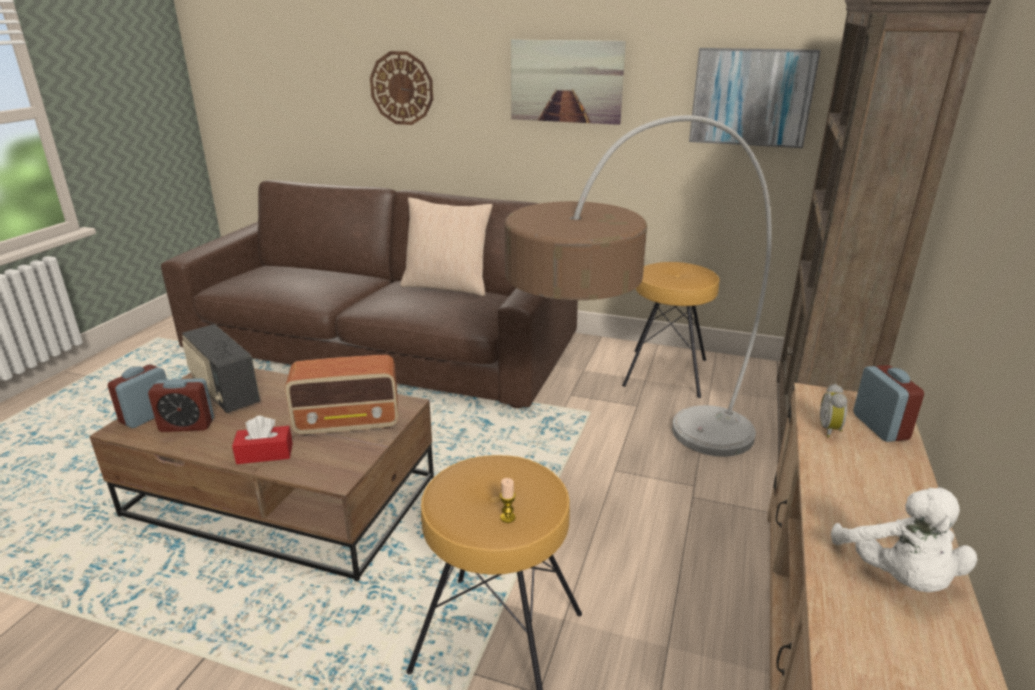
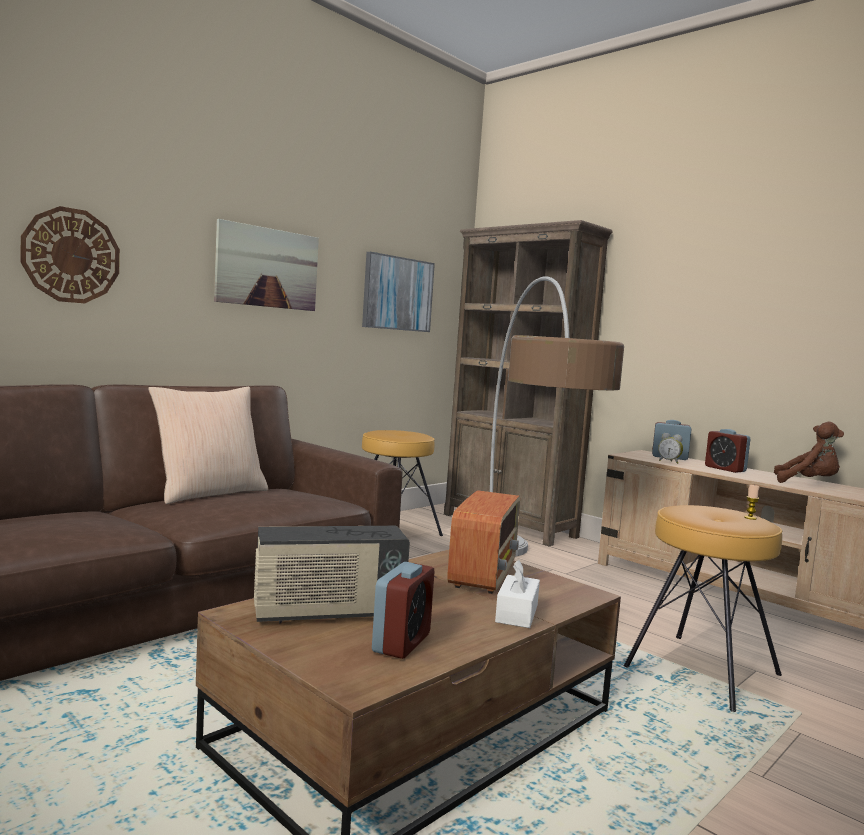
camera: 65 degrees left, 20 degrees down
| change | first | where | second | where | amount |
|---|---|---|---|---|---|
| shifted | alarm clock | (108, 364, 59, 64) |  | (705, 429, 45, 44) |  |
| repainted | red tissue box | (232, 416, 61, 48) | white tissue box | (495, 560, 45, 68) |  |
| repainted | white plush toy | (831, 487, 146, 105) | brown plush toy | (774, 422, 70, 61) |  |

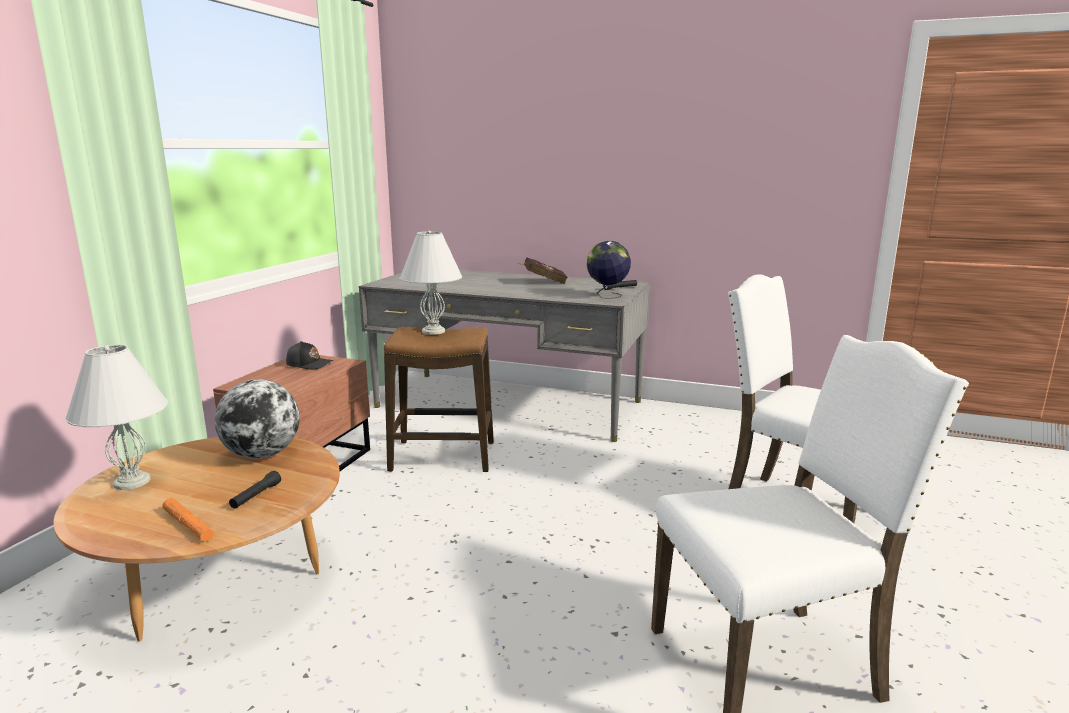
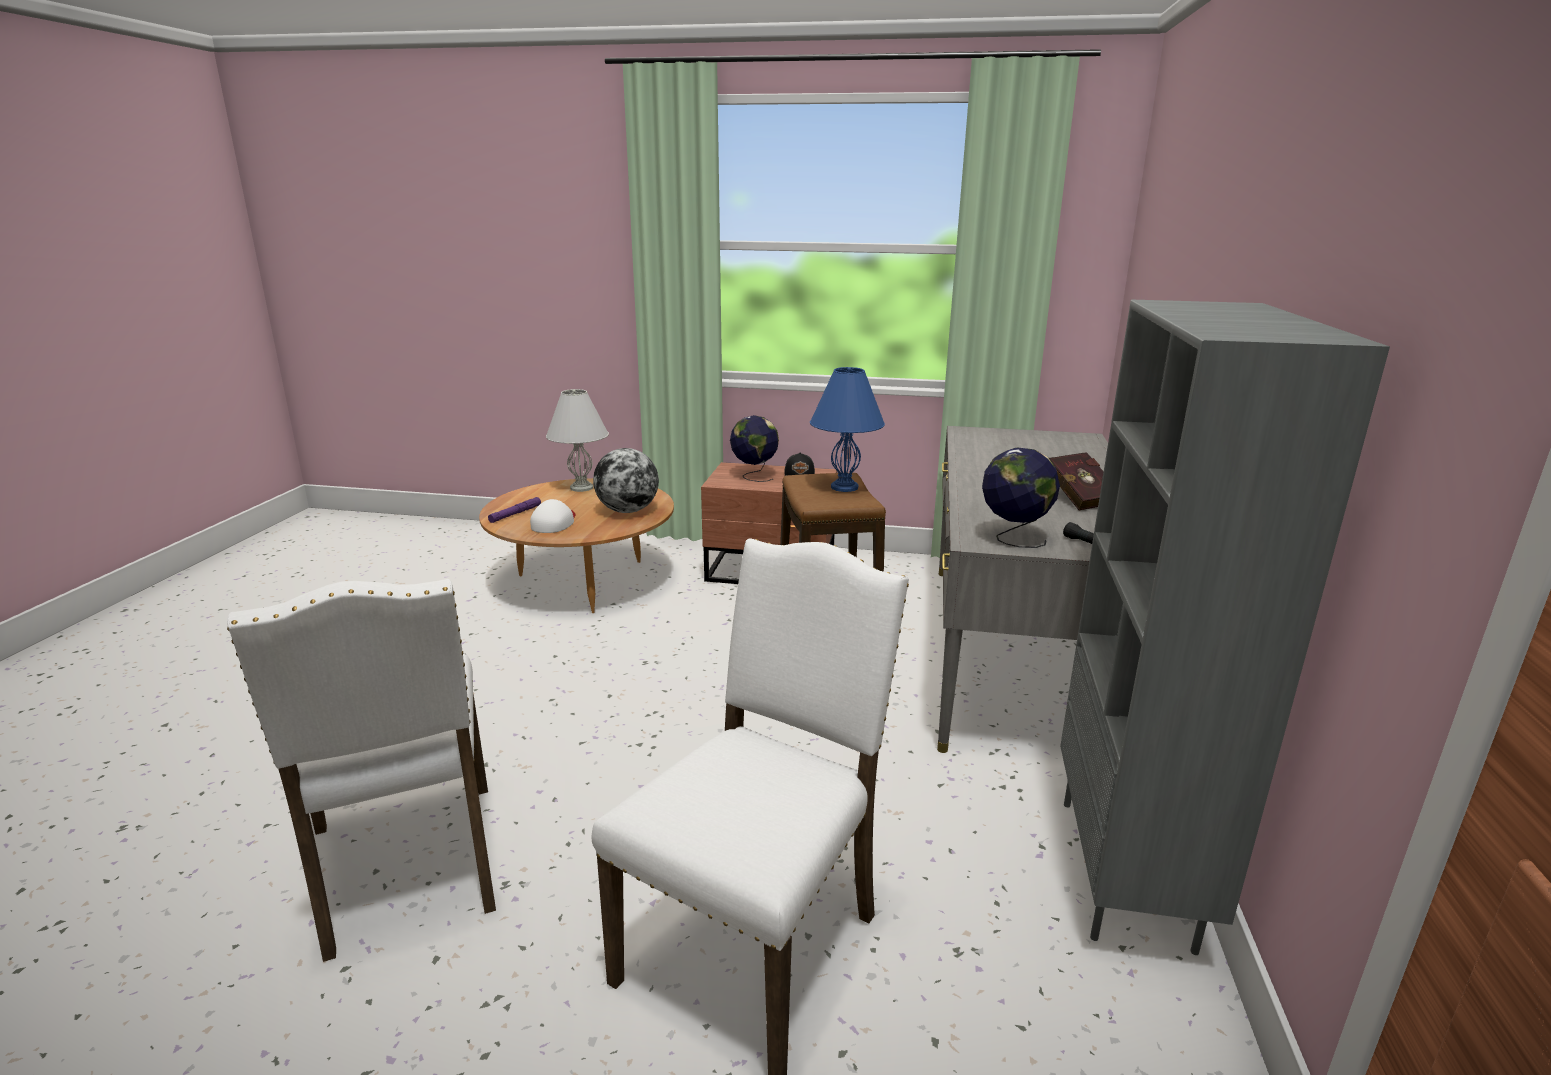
camera: 80 degrees right, 5 degrees up
| change | first | where | second | where | amount |
|---|---|---|---|---|---|
| repainted | orange flashlight | (162, 498, 52, 44) | purple flashlight | (488, 497, 53, 26) |  |
| swapped | black flashlight | (229, 471, 52, 38) | white cap | (530, 499, 45, 34) |  |
| repainted | white table lamp | (400, 231, 62, 104) | blue table lamp | (810, 367, 75, 125) |  |
| new |  |  | globe | (730, 415, 49, 67) |  |
| new |  |  | grey bookcase | (1060, 300, 330, 655) |  |

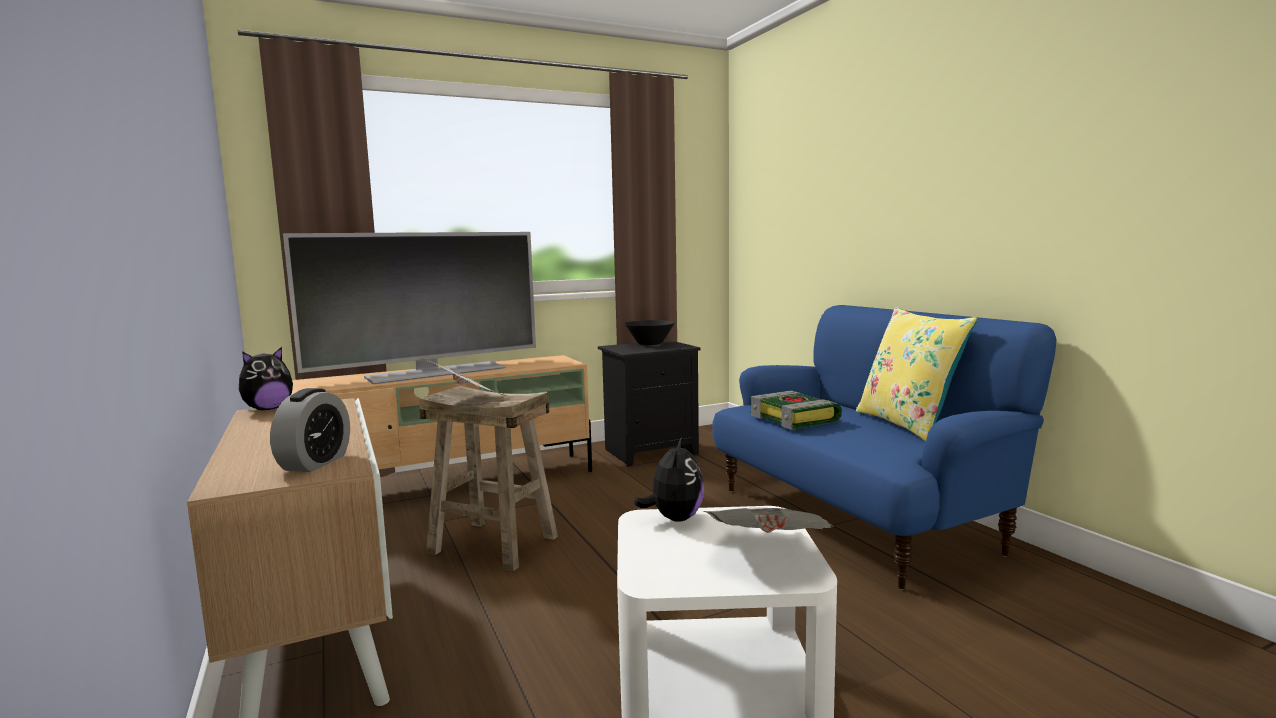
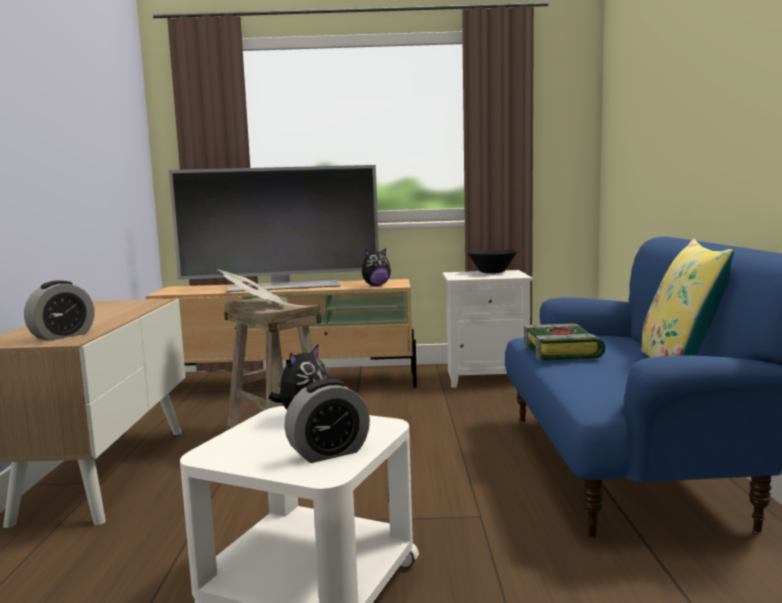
camera: 25 degrees right, 0 degrees up
| change | first | where | second | where | amount |
|---|---|---|---|---|---|
| shifted | plush toy | (239, 347, 54, 63) |  | (362, 248, 29, 38) |  |
| repainted | black nightstand | (598, 340, 103, 127) | white nightstand | (442, 270, 91, 118) |  |
| swapped | newspaper | (703, 508, 131, 25) | alarm clock | (284, 379, 86, 84) |  |

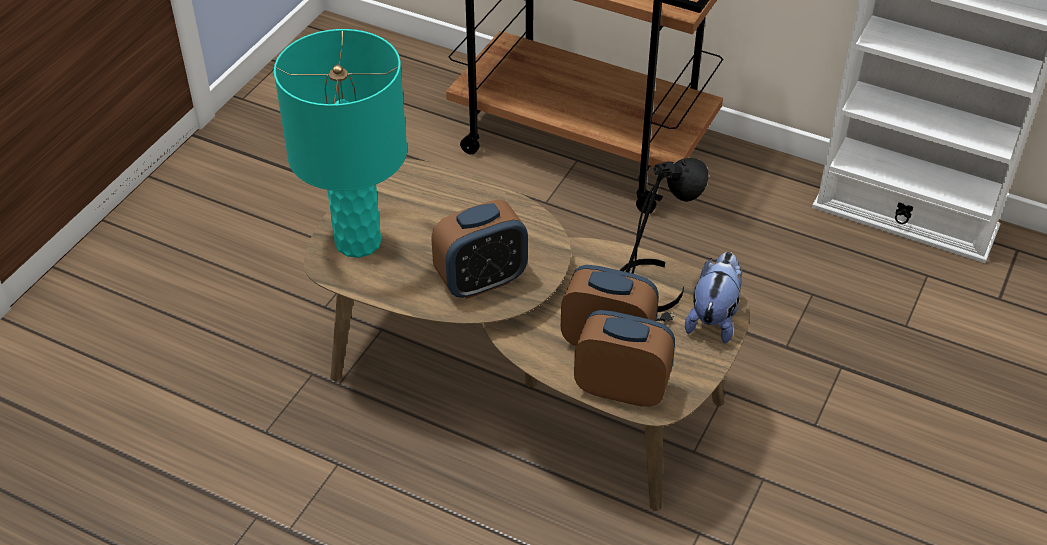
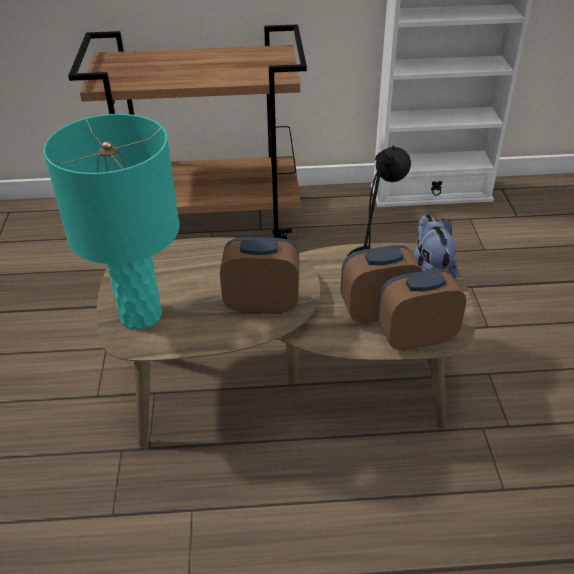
camera: 30 degrees left, 5 degrees down
| change | first | where | second | where | amount |
|---|---|---|---|---|---|
| rotated | alarm clock | (431, 199, 97, 100) |  | (220, 237, 79, 77) | 120 degrees counterclockwise |

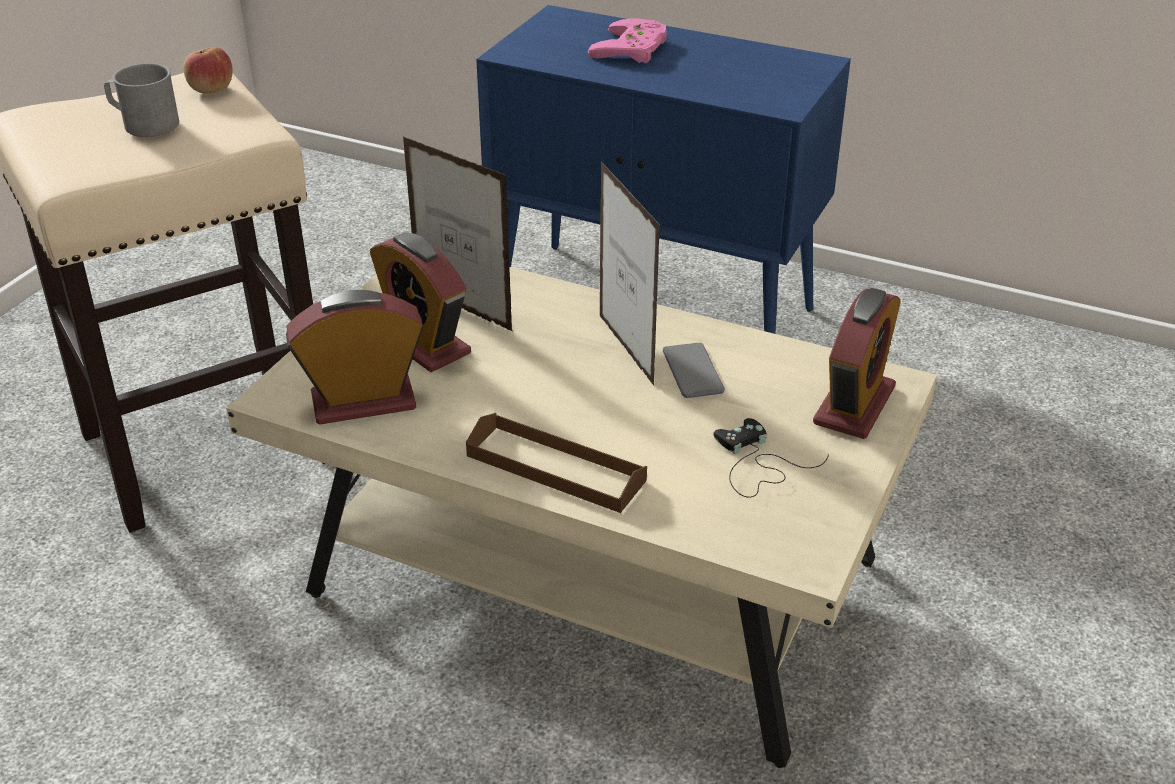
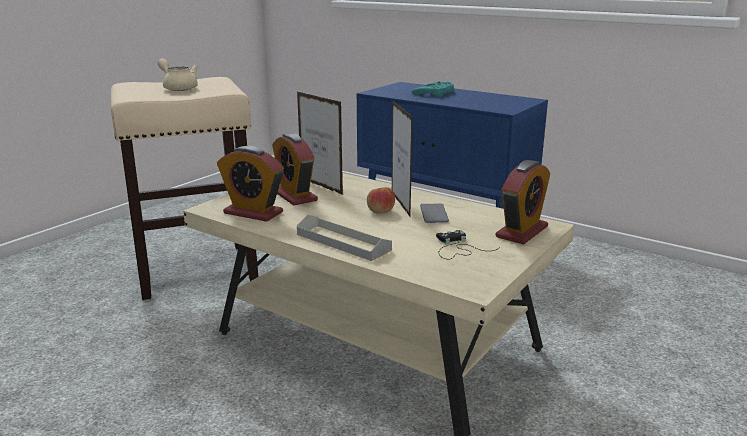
camera: 10 degrees right, 15 degrees down
| change | first | where | second | where | amount |
|---|---|---|---|---|---|
| swapped | grey mug | (104, 63, 75, 74) | beige teapot | (157, 58, 41, 33) |  |
| shifted | apple | (183, 48, 50, 45) |  | (367, 187, 28, 27) |  |
| rotated | alarm clock | (286, 290, 137, 135) |  | (217, 146, 67, 76) | 150 degrees counterclockwise |
| repainted | brown tray | (466, 413, 181, 100) | grey tray | (297, 215, 95, 46) |  |
| repainted | pink game controller | (588, 18, 79, 45) | turquoise game controller | (412, 81, 42, 16) |  |

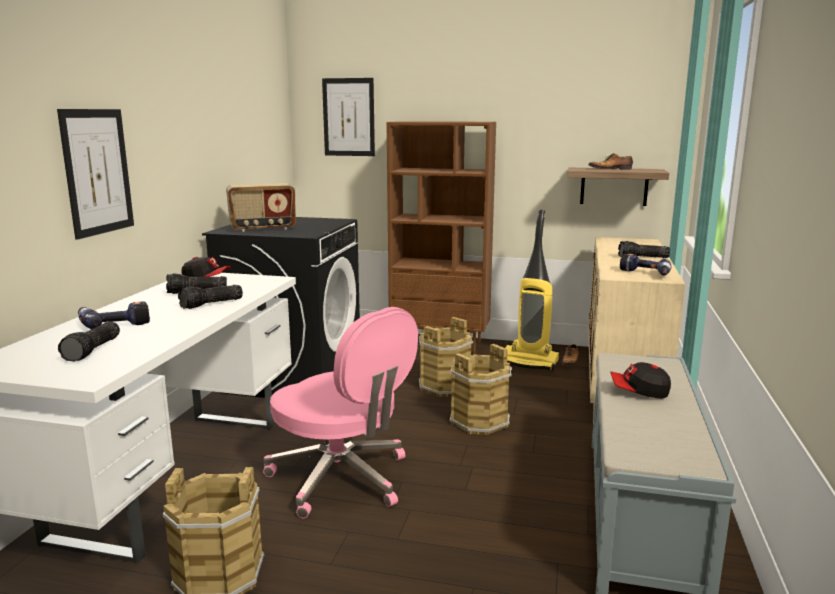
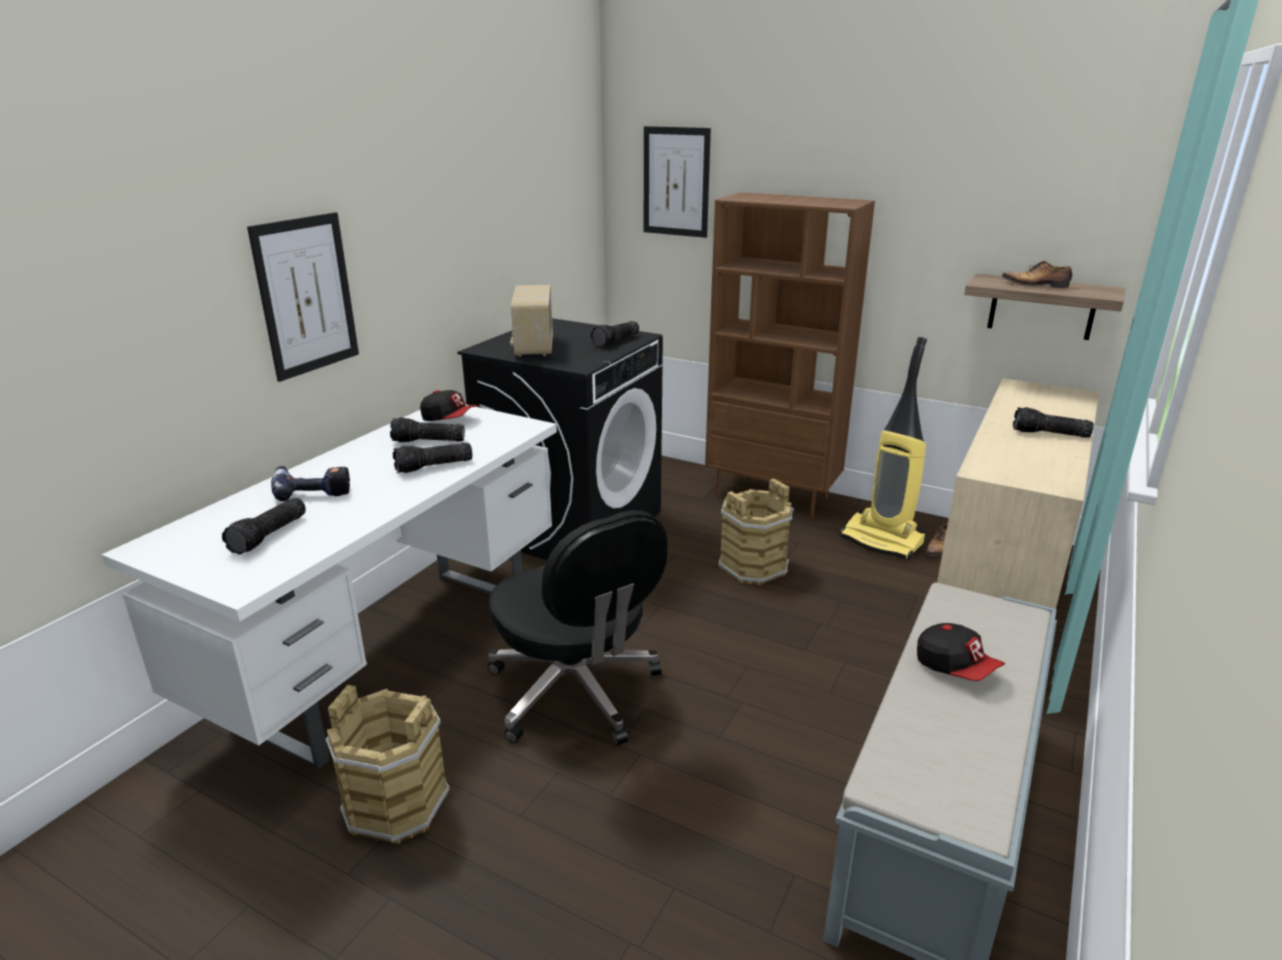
camera: 15 degrees right, 10 degrees up
| change | first | where | second | where | amount |
|---|---|---|---|---|---|
| rotated | radio | (226, 183, 70, 49) |  | (510, 285, 43, 72) | 90 degrees clockwise |
| repainted | pink office chair | (263, 307, 155, 211) | black office chair | (488, 510, 180, 236) |  |
| gone | brown bucket | (450, 344, 62, 91) |  |  |  |
| rotated | cap | (610, 362, 61, 36) |  | (917, 623, 88, 58) | 150 degrees counterclockwise |
| gone | power drill | (620, 253, 51, 22) |  |  |  |
| new |  |  | flashlight | (590, 321, 49, 26) |  |

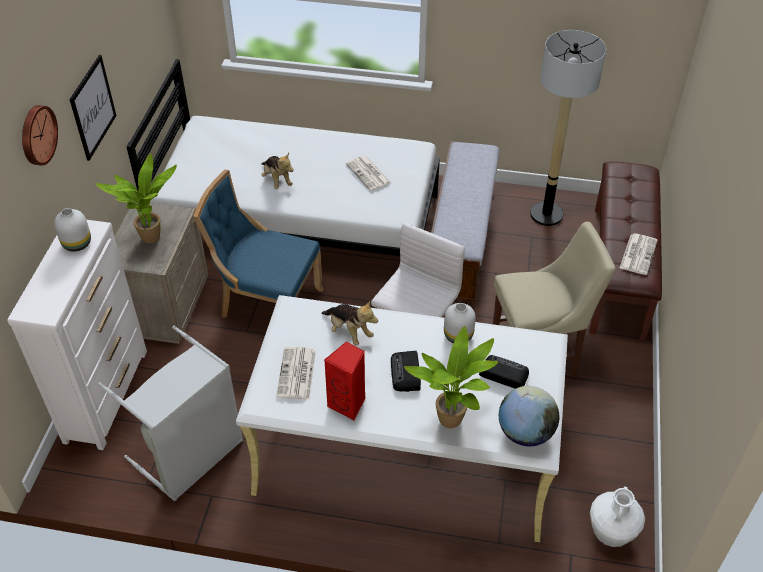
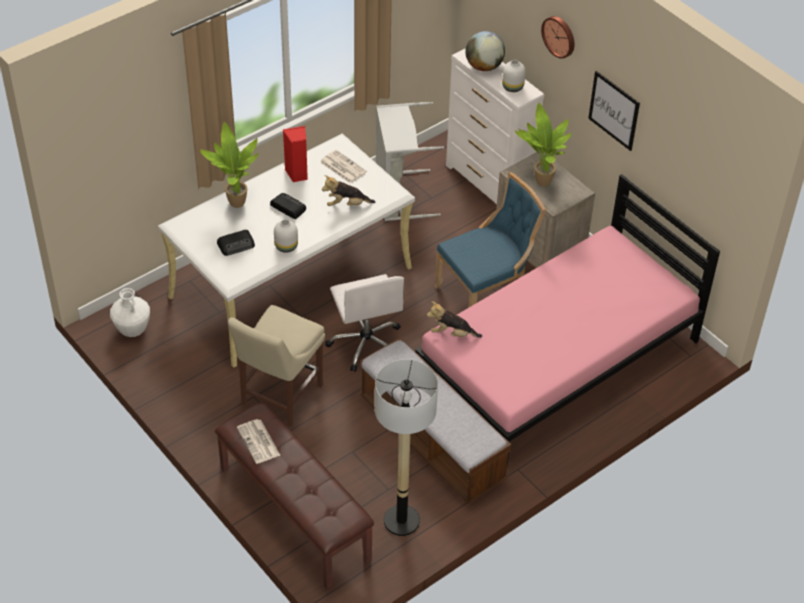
camera: 130 degrees right, 0 degrees up
| change | first | where | second | where | amount |
|---|---|---|---|---|---|
| repainted | white bed | (126, 59, 314, 197) | pink bed | (415, 174, 305, 292) |  |
| shifted | plush toy | (261, 153, 33, 36) |  | (427, 301, 55, 37) |  |
| gone | newspaper | (346, 156, 45, 35) |  |  |  |
| shifted | globe | (499, 386, 60, 60) |  | (465, 31, 40, 40) |  |

